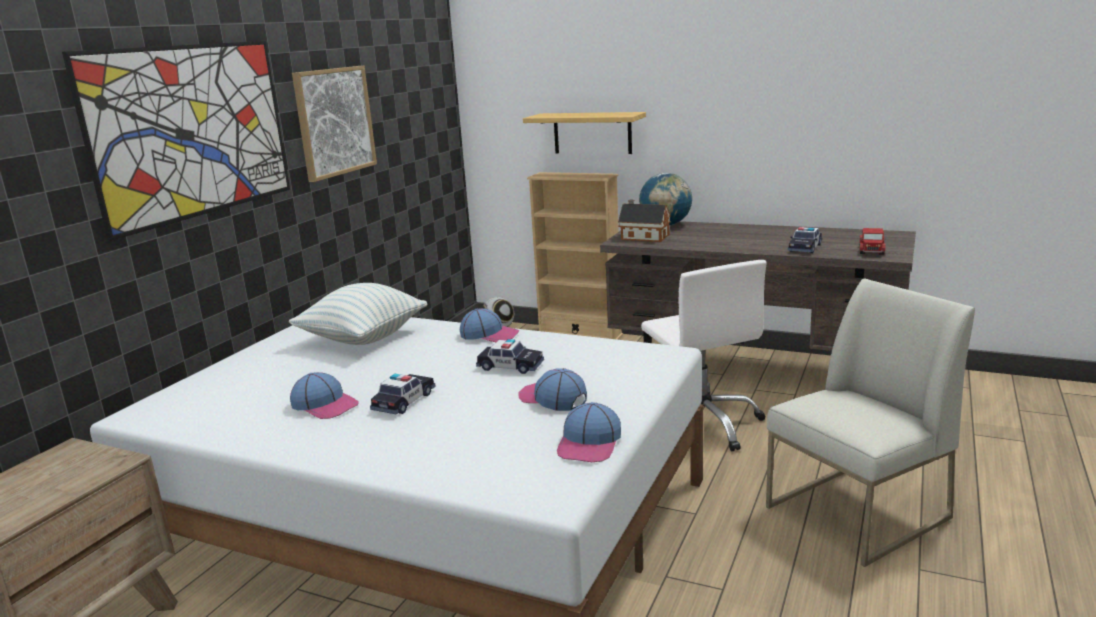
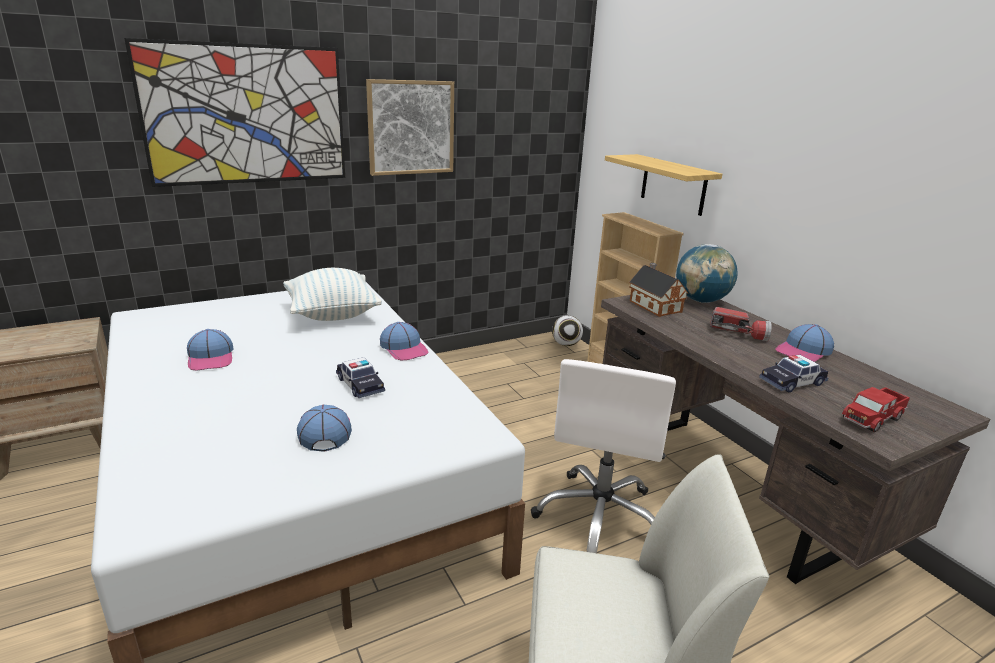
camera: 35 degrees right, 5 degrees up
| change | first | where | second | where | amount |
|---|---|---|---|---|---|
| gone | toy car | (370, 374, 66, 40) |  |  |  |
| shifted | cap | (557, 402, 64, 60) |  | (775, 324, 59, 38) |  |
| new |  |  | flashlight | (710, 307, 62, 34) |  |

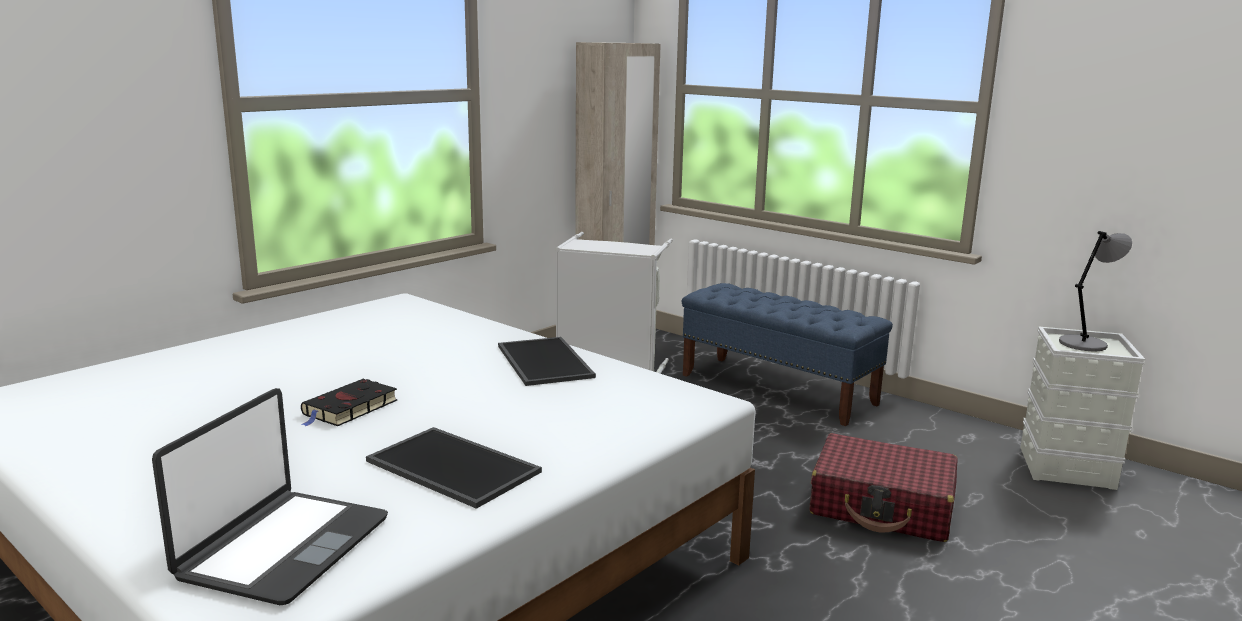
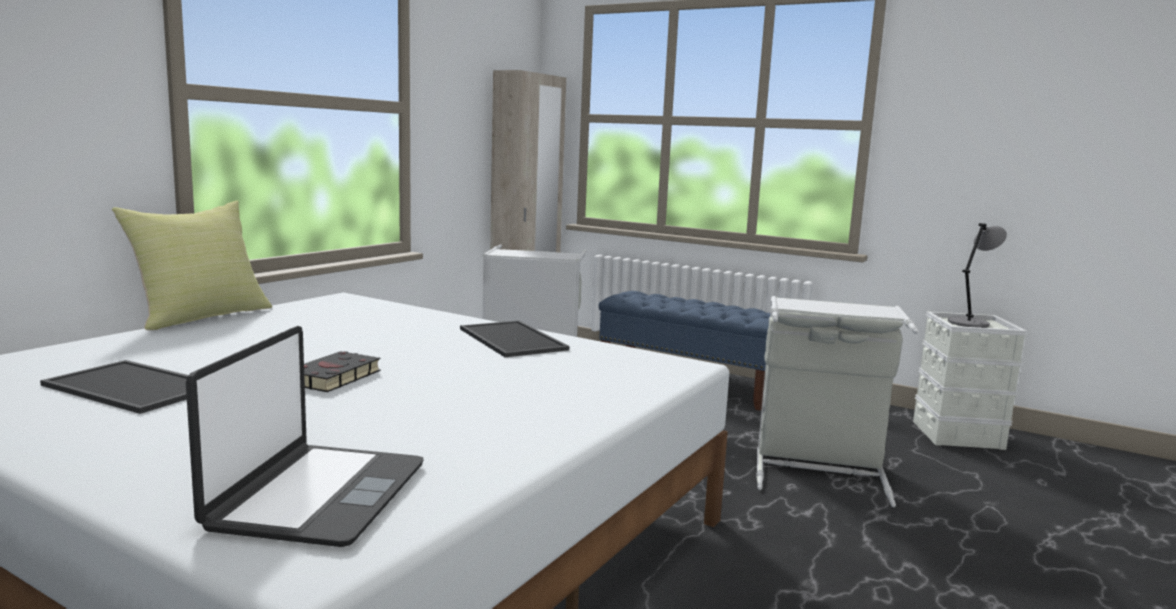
camera: 10 degrees left, 5 degrees down
| change | first | where | second | where | amount |
|---|---|---|---|---|---|
| shifted | tray | (366, 427, 176, 82) |  | (40, 360, 148, 54) |  |
| swapped | red suitcase | (810, 433, 148, 109) | grey laundry basket | (756, 296, 163, 211) |  |
| new |  |  | yellow pillow | (112, 201, 160, 129) |  |

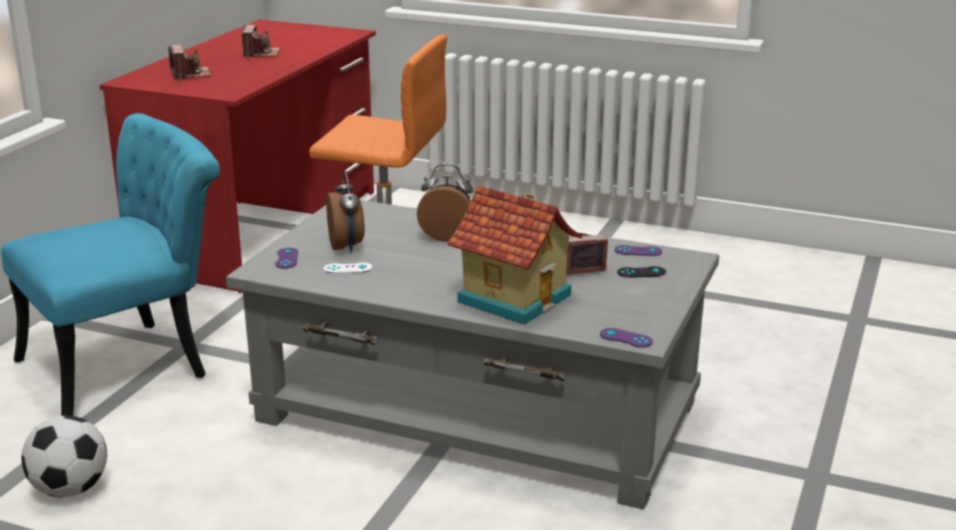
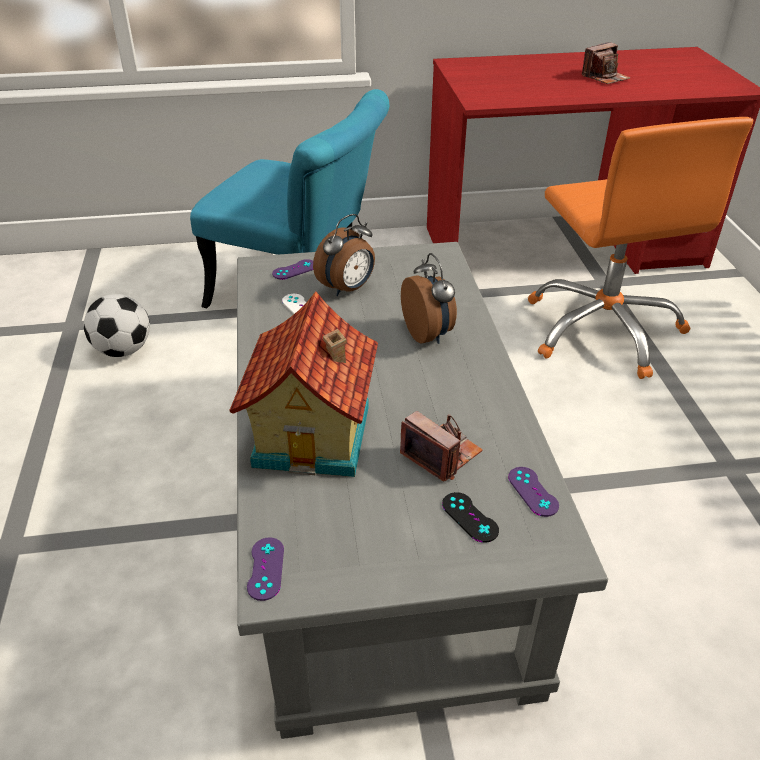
camera: 60 degrees right, 15 degrees up
| change | first | where | second | where | amount |
|---|---|---|---|---|---|
| gone | photo camera | (168, 44, 43, 35) |  |  |  |

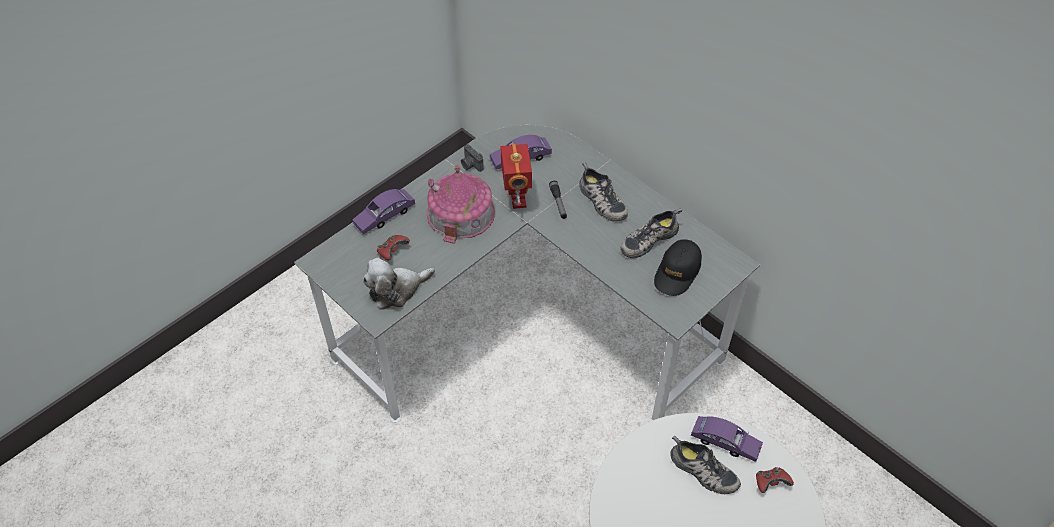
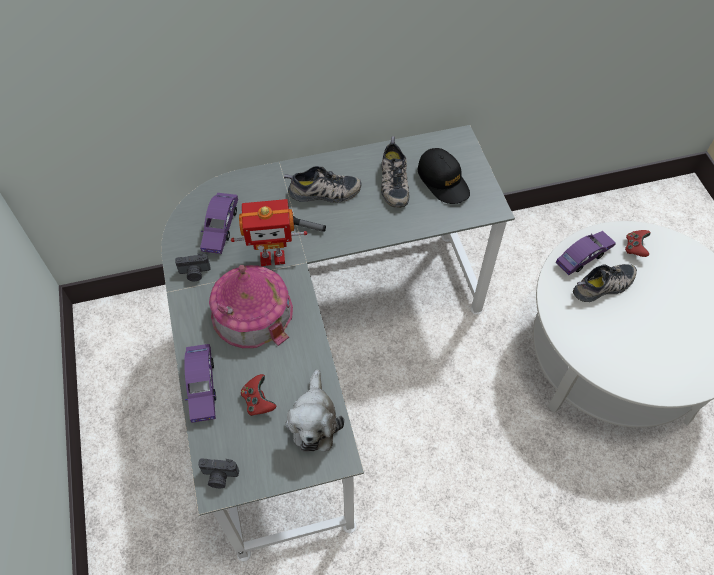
camera: 60 degrees left, 5 degrees up
| change | first | where | second | where | amount |
|---|---|---|---|---|---|
| rotated | toy robot | (501, 144, 31, 65) |  | (231, 199, 76, 67) | 150 degrees clockwise |
| new |  |  | photo camera | (198, 458, 41, 30) |  |

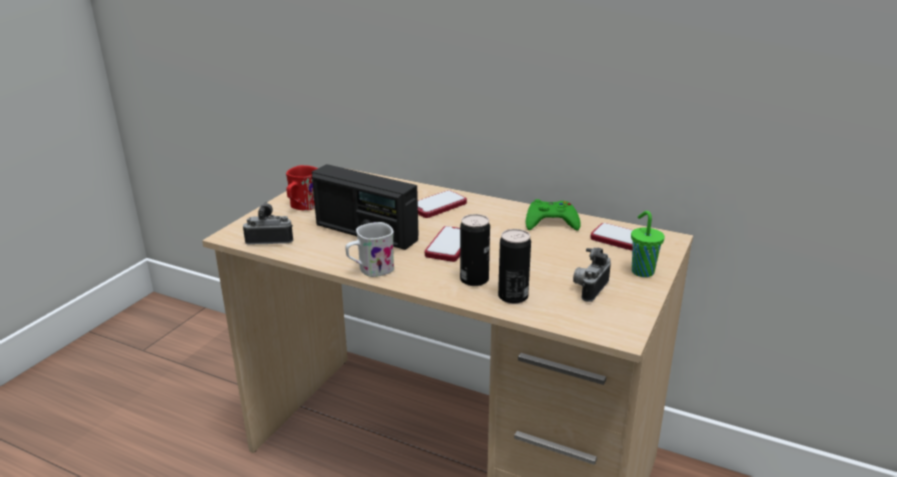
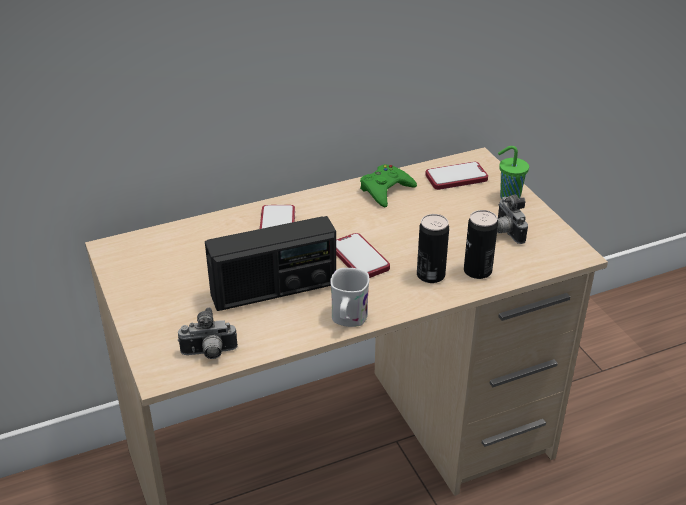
camera: 50 degrees left, 10 degrees up
| change | first | where | second | where | amount |
|---|---|---|---|---|---|
| rotated | photo camera | (243, 202, 50, 43) |  | (178, 307, 60, 52) | 135 degrees counterclockwise |
| gone | red mug | (286, 165, 32, 46) |  |  |  |

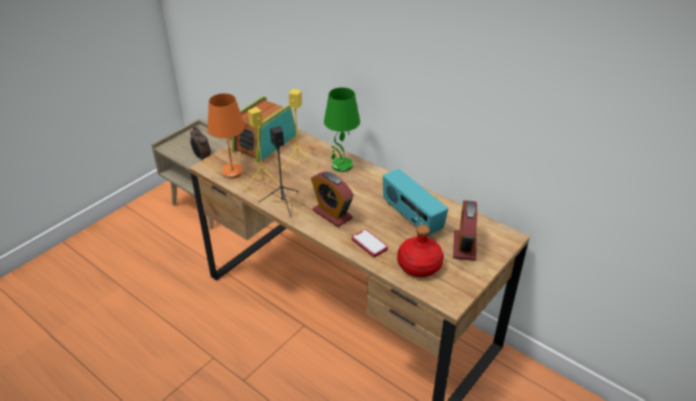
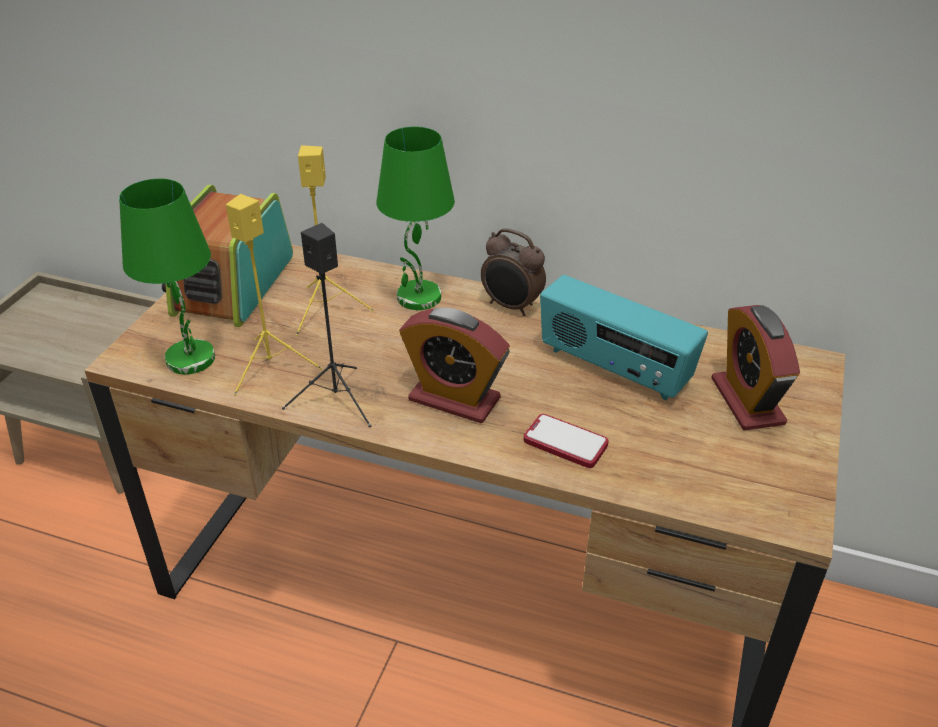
camera: 20 degrees left, 0 degrees up
| change | first | where | second | where | amount |
|---|---|---|---|---|---|
| shifted | alarm clock | (190, 127, 21, 33) |  | (481, 228, 65, 88) |  |
| repainted | orange table lamp | (207, 93, 38, 86) | green table lamp | (119, 179, 96, 195) |  |
| gone | red bottle | (397, 225, 47, 52) |  |  |  |

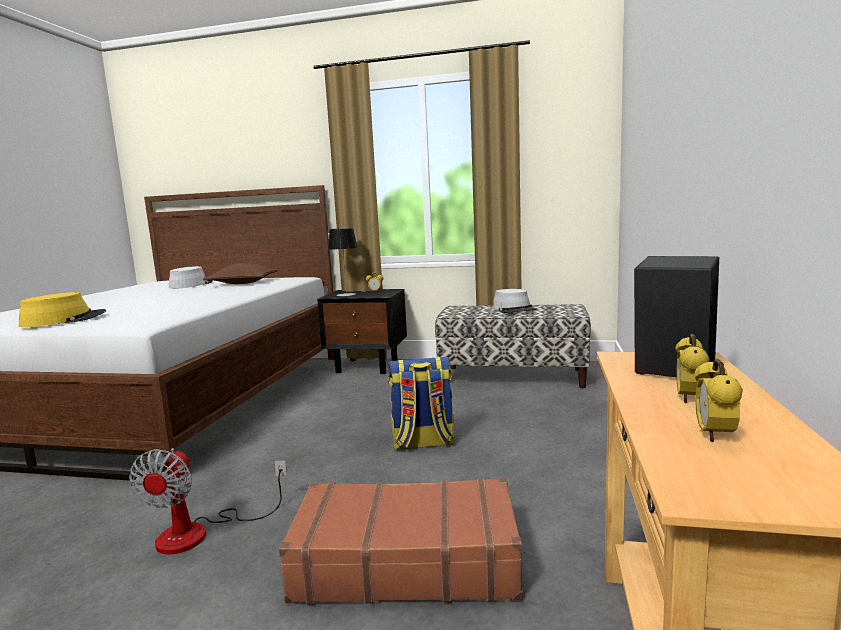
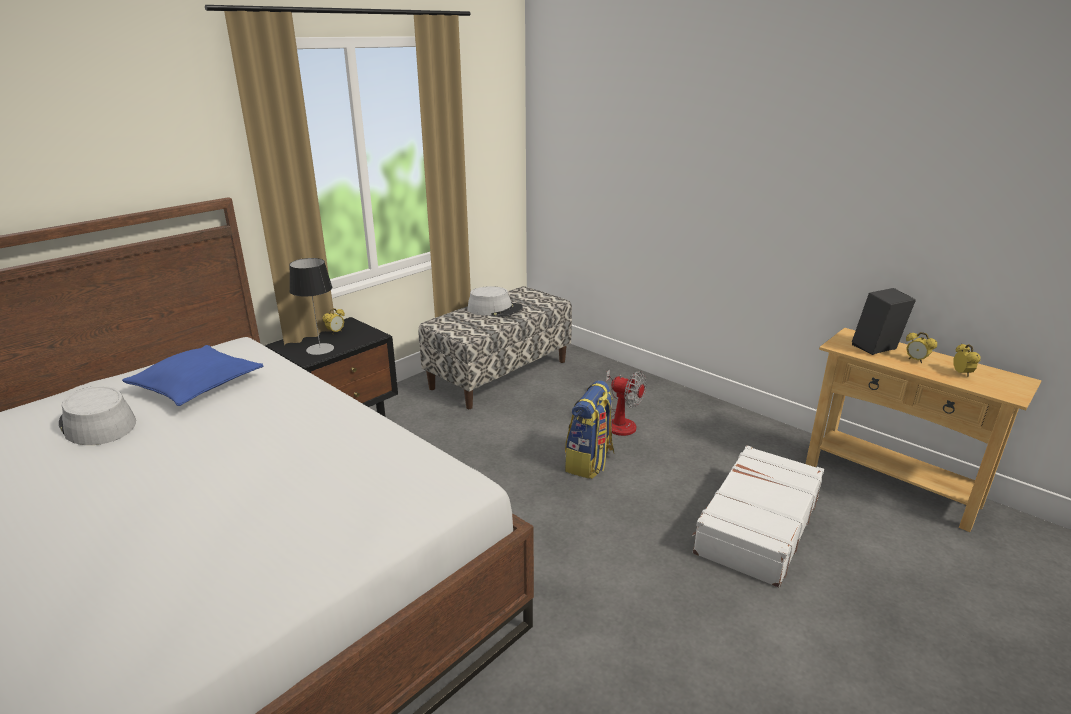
camera: 60 degrees left, 15 degrees up
| change | first | where | second | where | amount |
|---|---|---|---|---|---|
| gone | yellow hat | (19, 292, 87, 35) |  |  |  |
| shifted | fan | (129, 448, 158, 106) |  | (606, 369, 41, 67) |  |
| repainted | brown pillow | (203, 263, 75, 21) | blue pillow | (122, 345, 142, 61) |  |
| repainted | brown suitcase | (279, 478, 244, 126) | white suitcase | (692, 445, 132, 143) |  |
| rotated | alarm clock | (695, 359, 48, 83) |  | (953, 344, 28, 33) | 135 degrees counterclockwise |

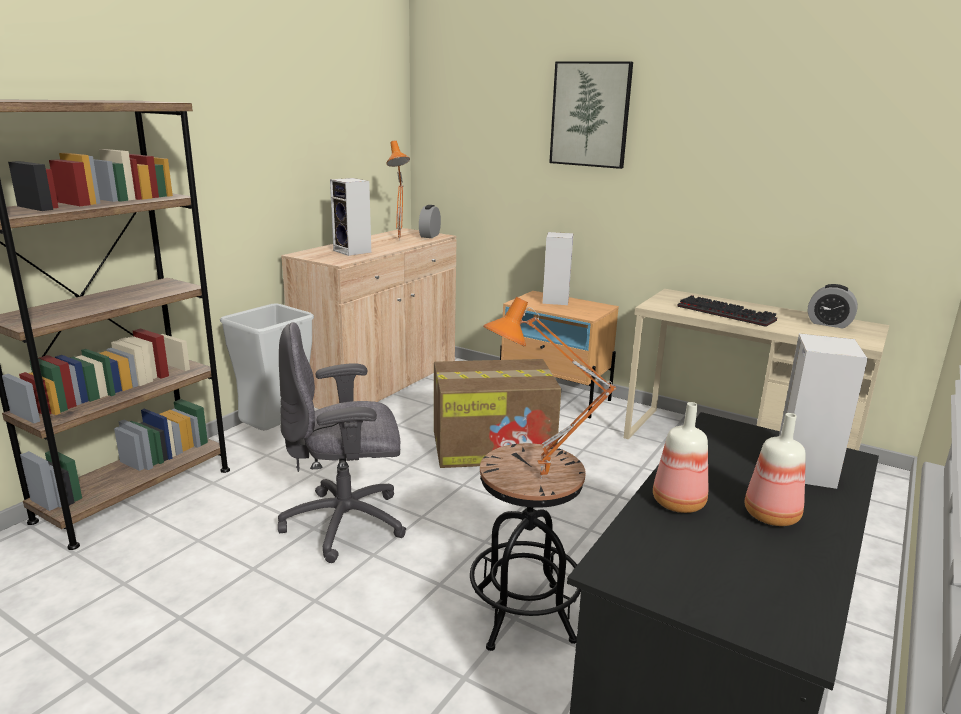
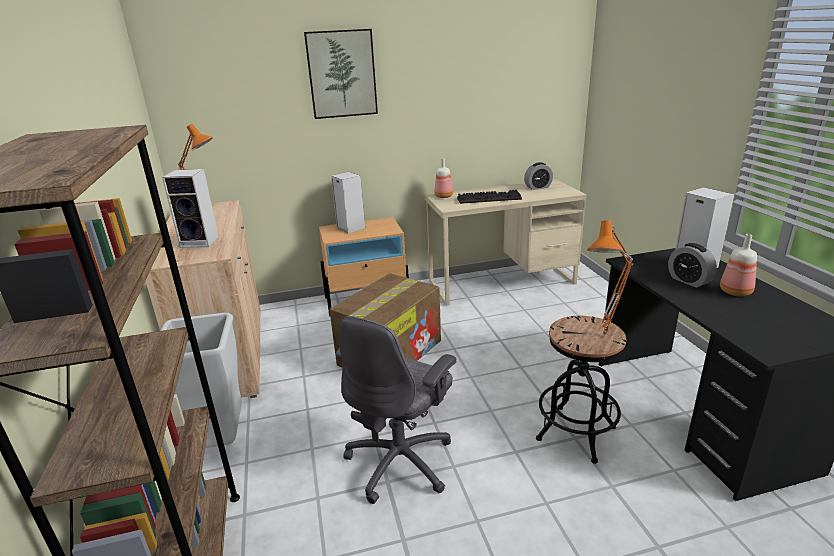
camera: 45 degrees left, 5 degrees up
| change | first | where | second | where | amount |
|---|---|---|---|---|---|
| shifted | alarm clock | (419, 205, 22, 33) |  | (668, 243, 49, 45) |  |
| shifted | bottle | (653, 402, 55, 111) |  | (434, 158, 19, 40) |  |

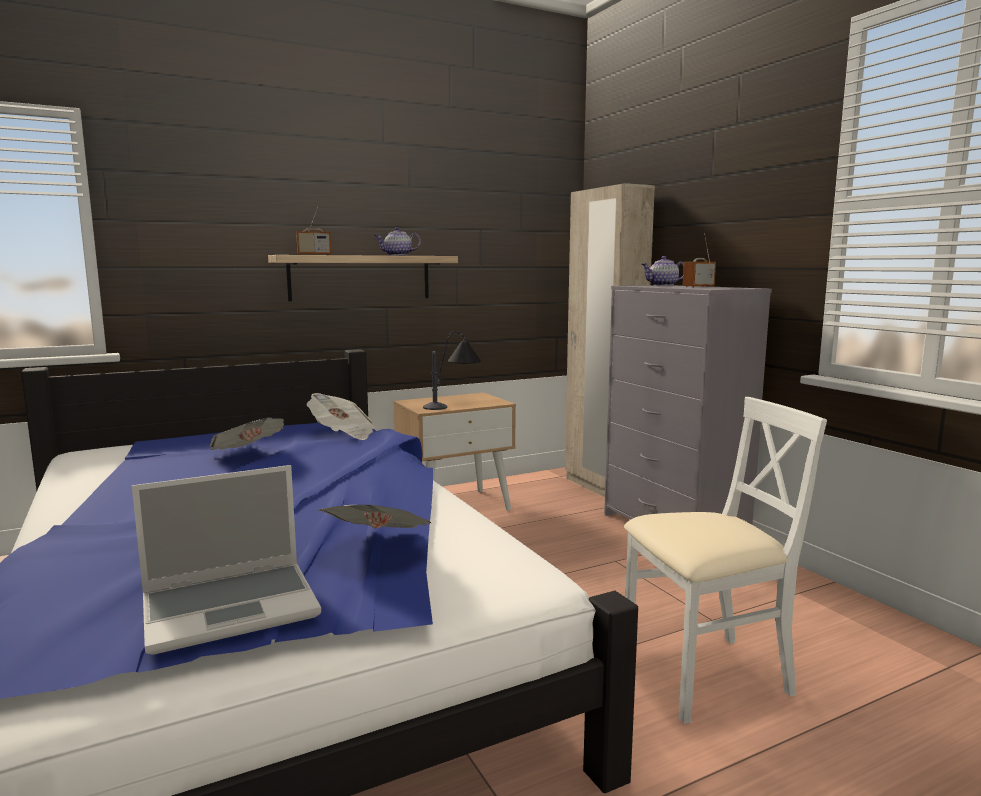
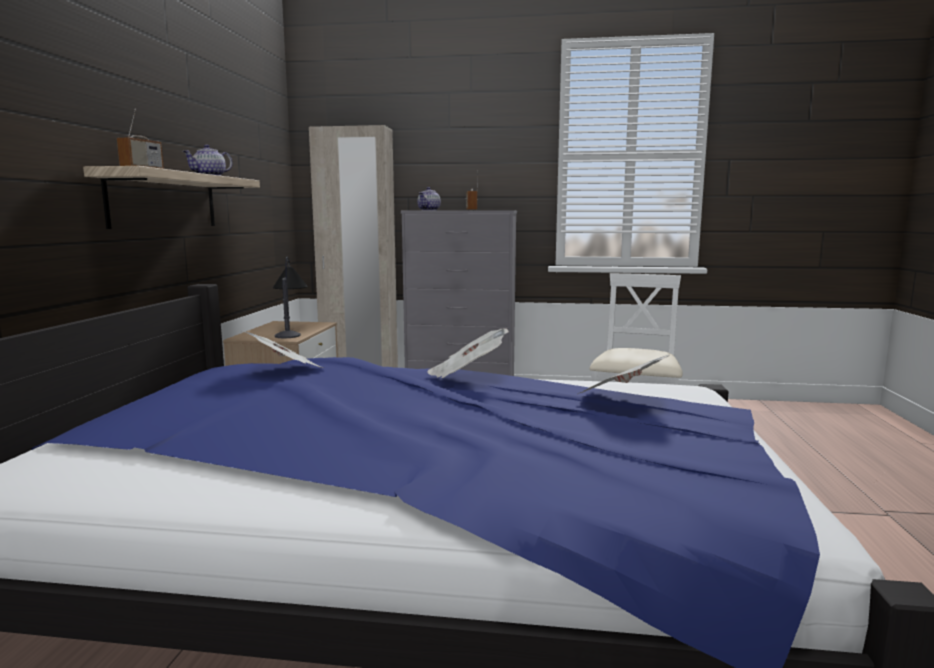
camera: 55 degrees left, 0 degrees up
| change | first | where | second | where | amount |
|---|---|---|---|---|---|
| gone | laptop | (132, 465, 189, 190) |  |  |  |
| shifted | newspaper | (210, 418, 74, 32) |  | (427, 328, 82, 50) |  |

